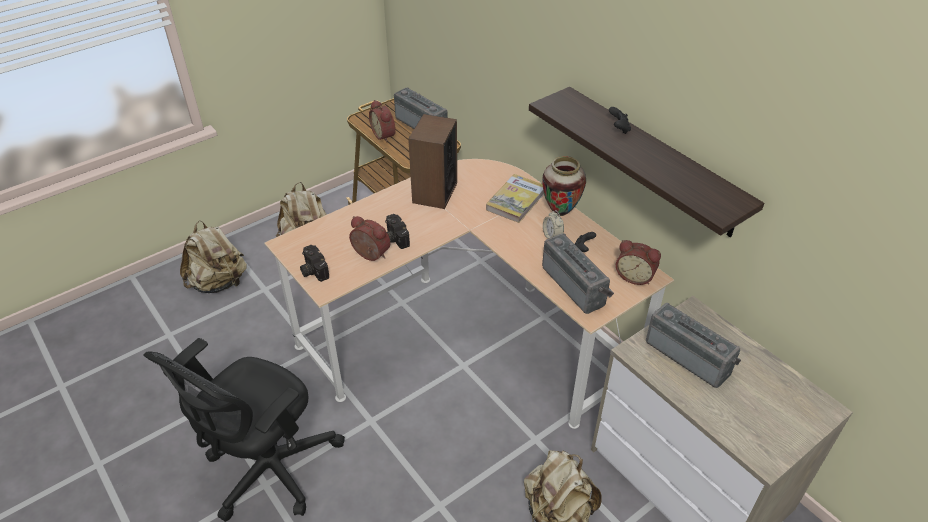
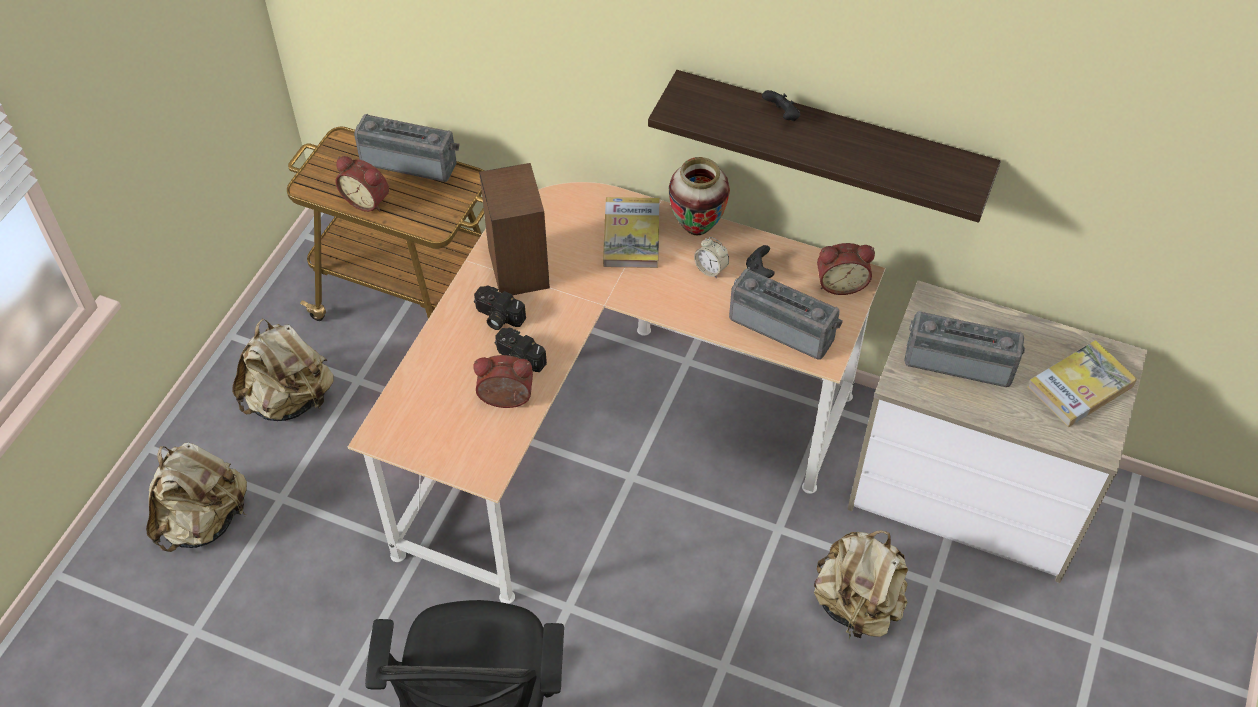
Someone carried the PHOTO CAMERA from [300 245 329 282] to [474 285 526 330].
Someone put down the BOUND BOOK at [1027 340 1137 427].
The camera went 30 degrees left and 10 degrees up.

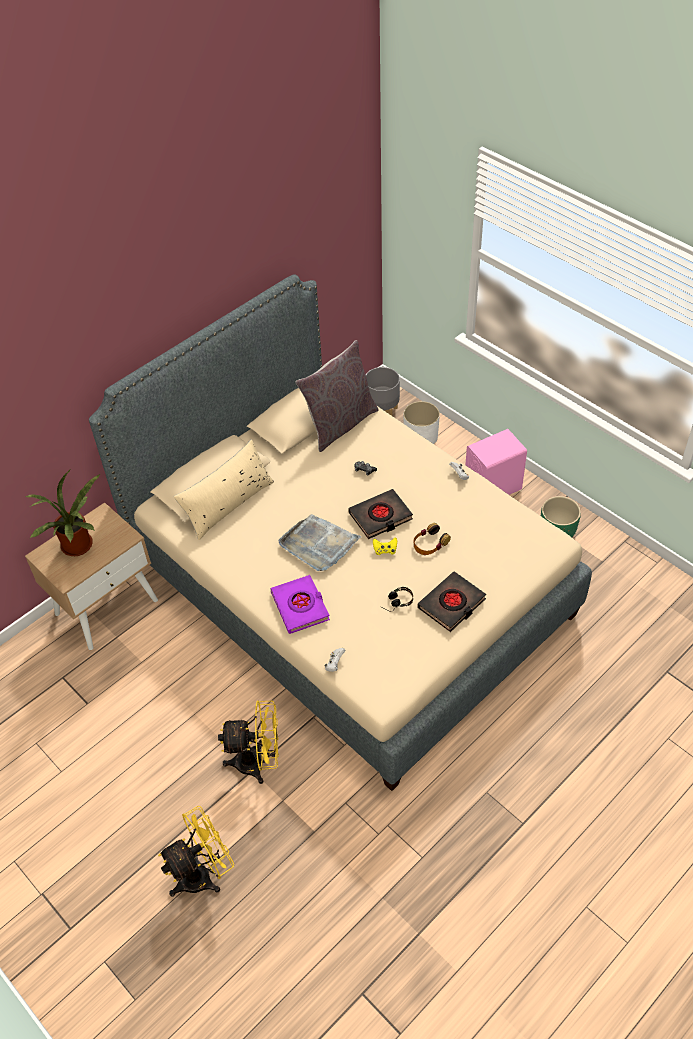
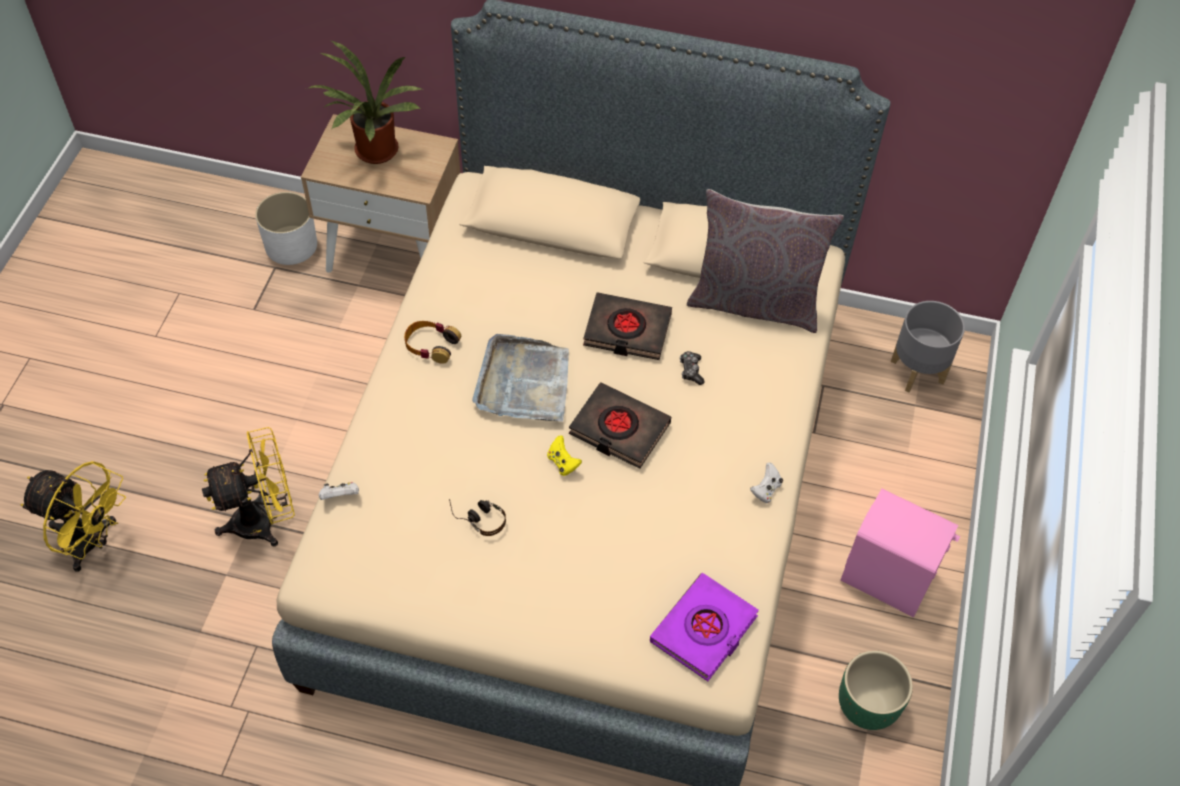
Someone carried the WHITISH PLANT POT from [404 401 440 444] to [255 192 317 265].
Someone took away the BEIGE-COLOURED THROW PILLOW at [174 439 274 540].
Someone carried the HEADPHONES from [414 523 451 555] to [404 321 461 364].
Someone carried the BLACKISH BOUND BOOK from [418 571 486 632] to [583 293 672 360].
Someone carried the PURPLISH BOUND BOOK from [271 575 330 634] to [650 573 759 681].
Someone rotated the YELLOWISH COOLING FAN at [218 701 279 784] by 75 degrees counterclockwise.
The camera went 55 degrees right and 5 degrees up.

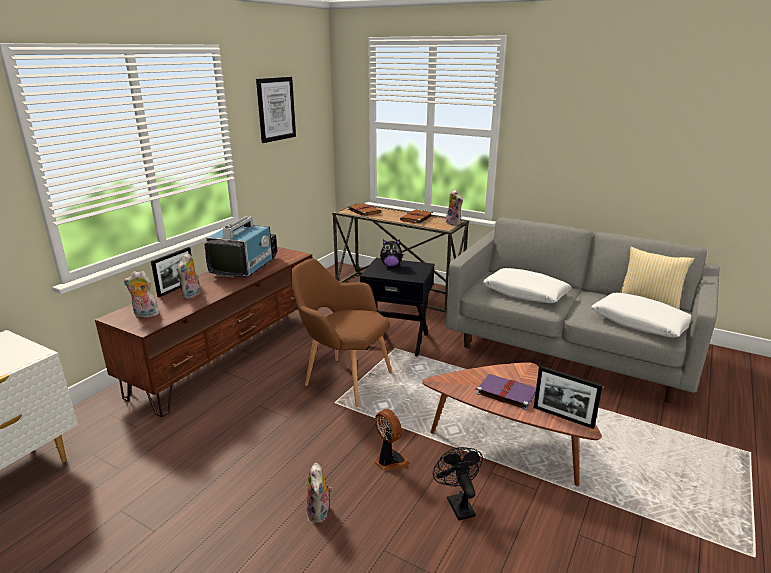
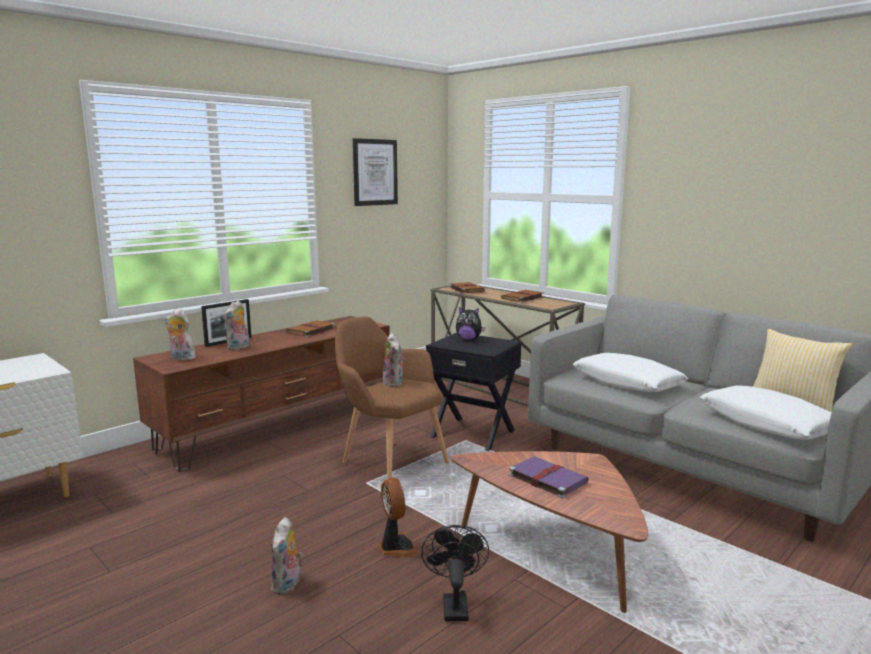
Someone carried the CUDDLY TOY from [446 189 463 226] to [383 333 405 387].
Someone swapped the TELEVISION at [204 216 277 277] for the BROWN BOUND BOOK at [286 320 335 337].
Someone took away the PICTURE FRAME at [534 366 603 429].
The camera went 15 degrees right and 10 degrees down.

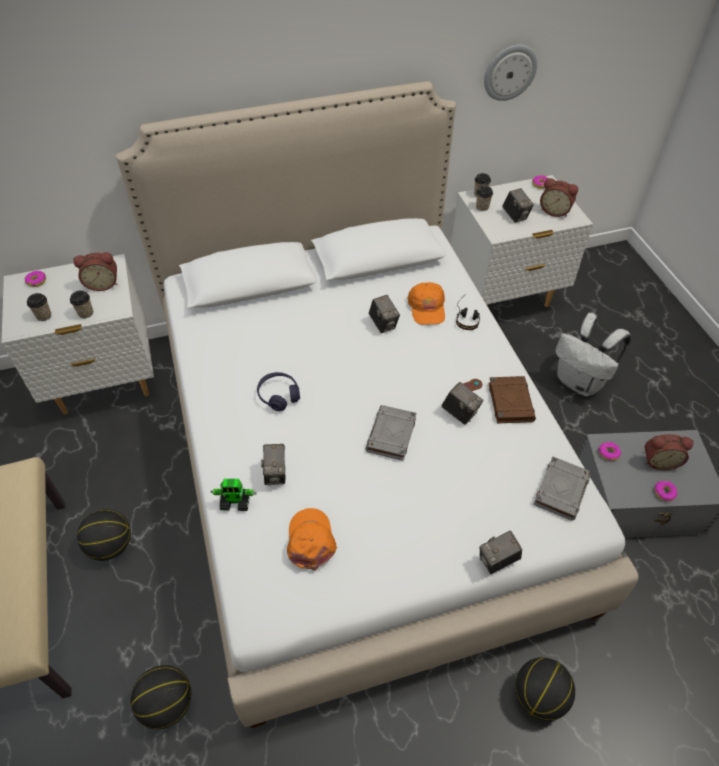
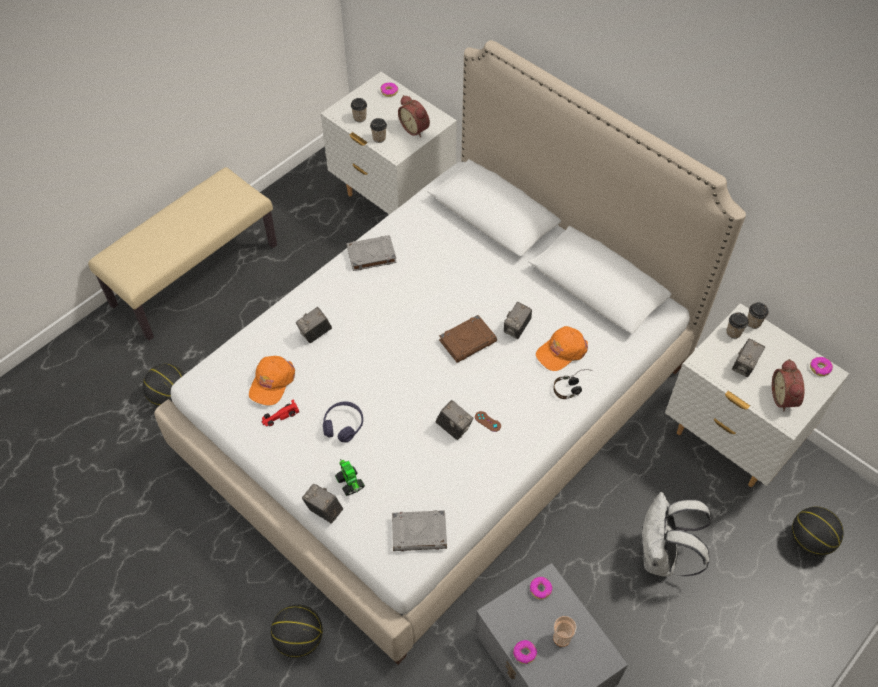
Someone took away the CLOCK ON THE WALL at [484 45 538 101].
Someone carried the PURPLISH HEADPHONES from [257 372 300 411] to [323 401 363 443].
Someone carried the BROWN BOUND BOOK from [488 376 536 424] to [439 315 497 363].
Someone rotated the PHOTO CAMERA at [442 382 483 425] by 60 degrees counterclockwise.
Someone carried the GRAY BOUND BOOK from [366 405 417 461] to [346 235 397 271].
Someone swapped the ALARM CLOCK at [644 434 694 470] for the DRINKING CUP at [553 616 576 647].
Someone carried the TOY ROBOT from [210 479 256 511] to [335 459 365 496].
Someone rotated the ORANGE BASEBALL CAP at [287 508 337 570] by 150 degrees clockwise.
Someone carried the BASKETBALL from [77 509 131 561] to [792 507 844 556].
Someone put down the REDDISH MINIATURE CAR at [261 400 299 426].
The camera went 60 degrees right and 5 degrees up.

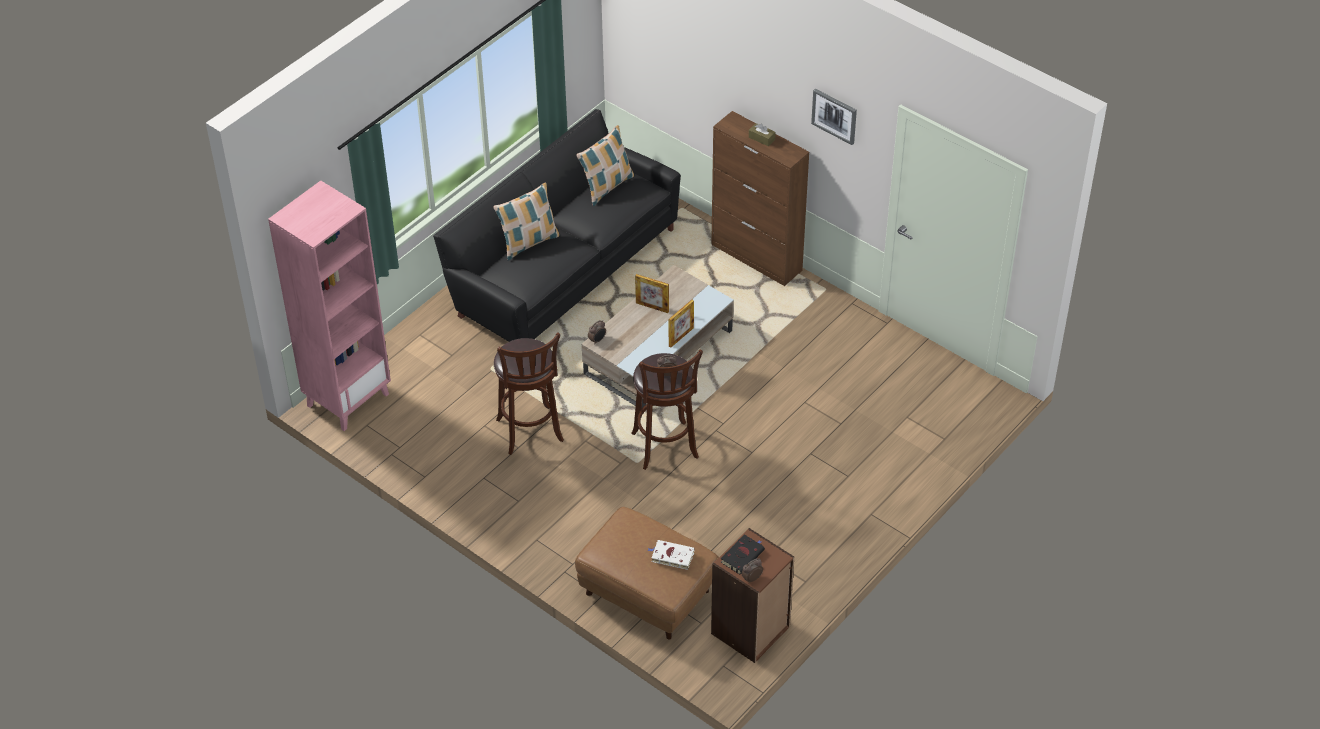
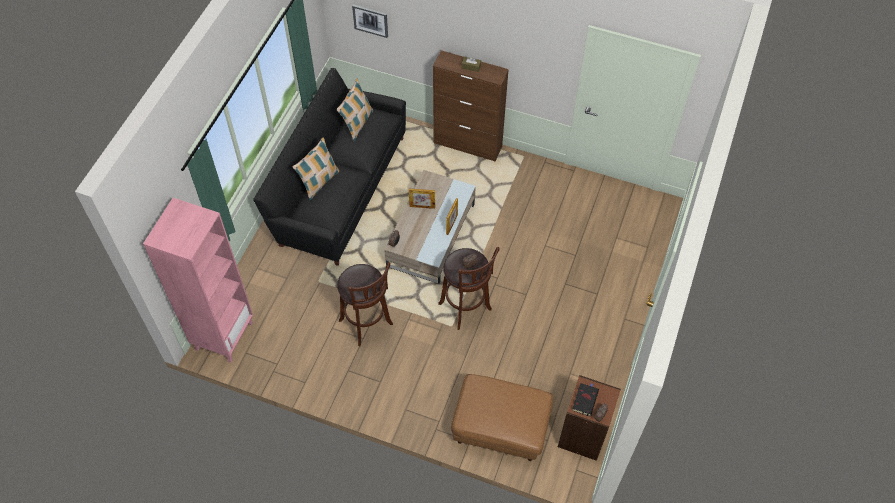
Someone carried the PICTURE from [811 89 857 145] to [352 4 388 38].
Someone took away the WHITISH BOUND BOOK at [648 540 695 570].
The camera went 20 degrees left and 10 degrees up.

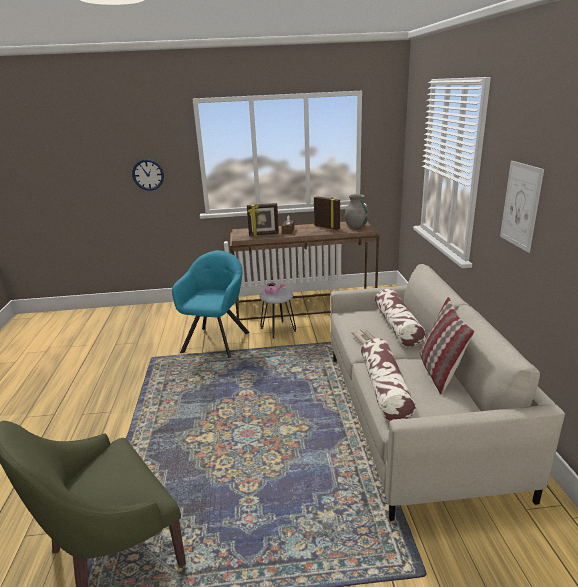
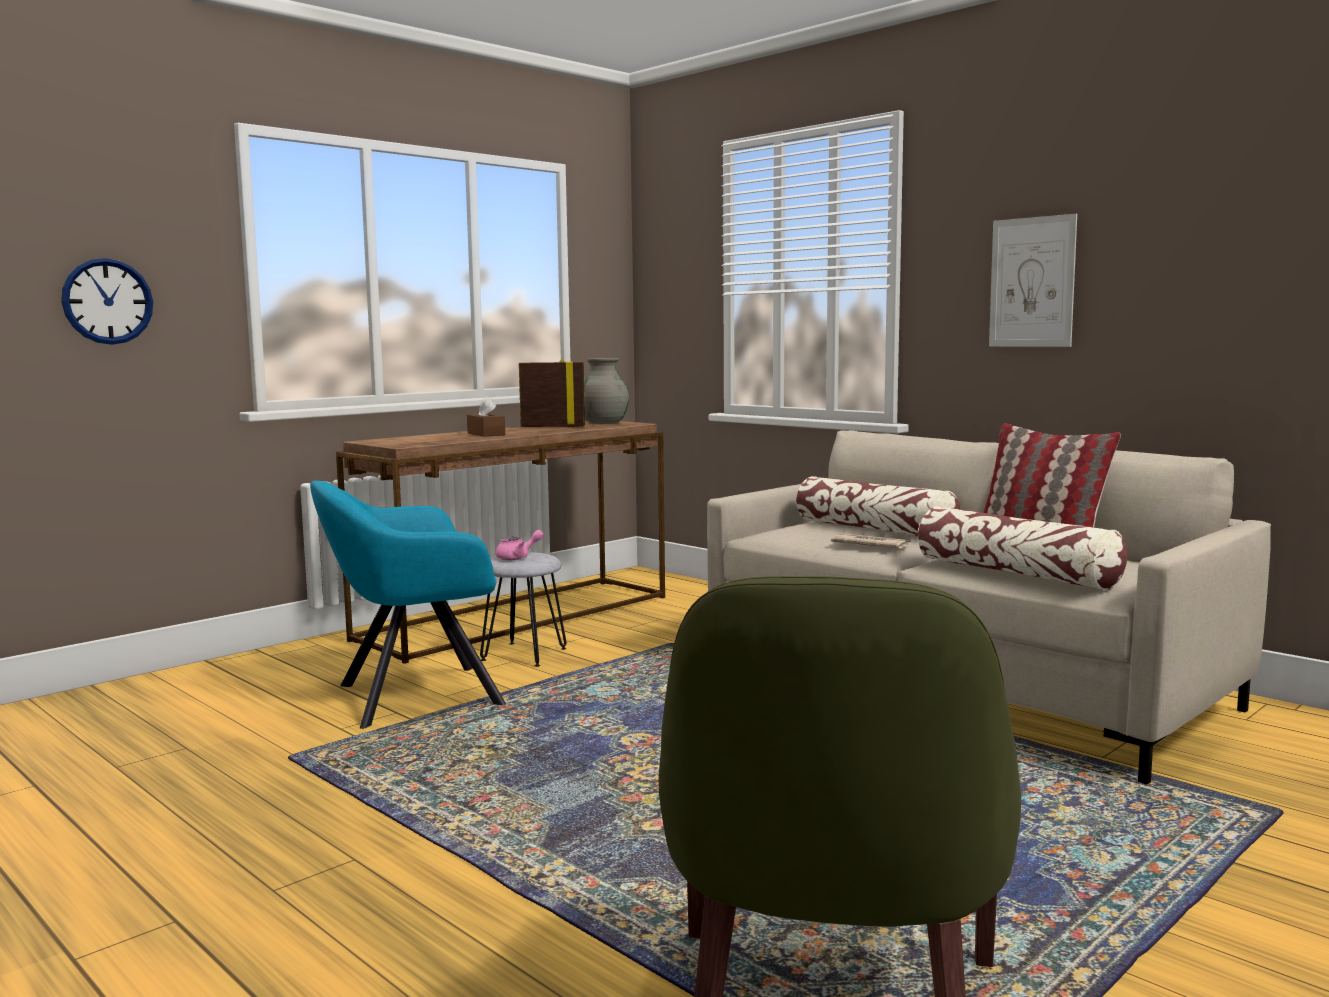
Someone took away the PICTURE FRAME at [247 203 279 236].
Someone rotated the BLUE-GREEN LOUNGE CHAIR at [172 250 250 358] by 90 degrees counterclockwise.
The camera went 40 degrees left and 15 degrees down.

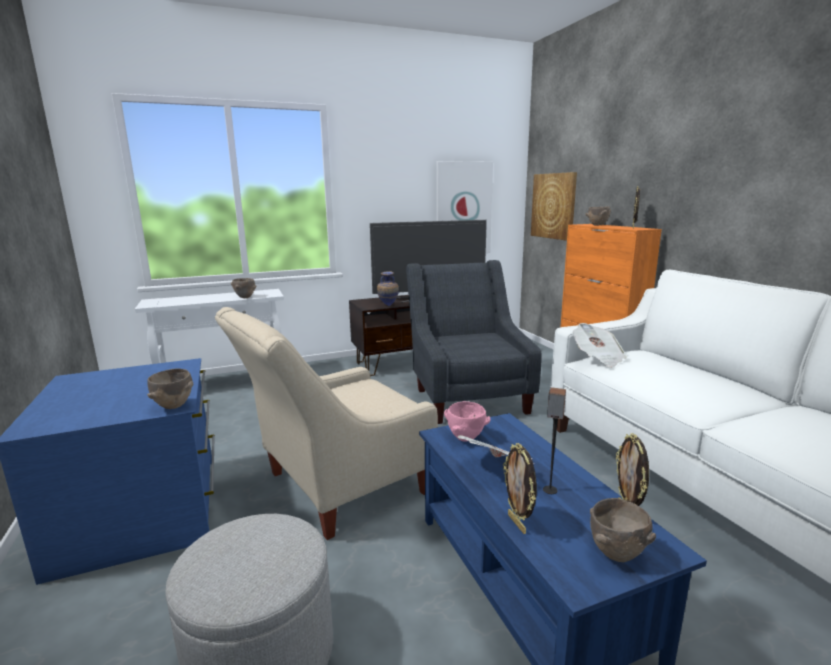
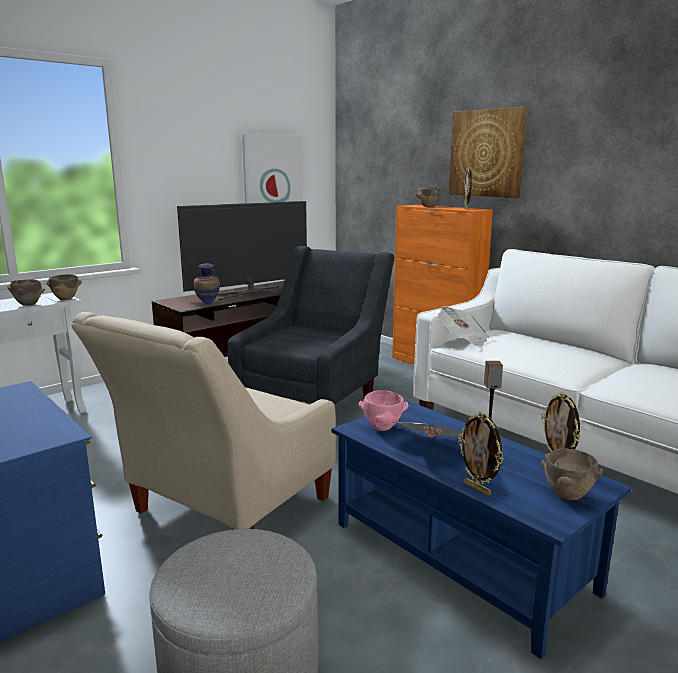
Someone carried the PICTURE from [531 172 577 241] to [449 107 527 198].
Someone rotated the GRAY LOUNGE CHAIR at [406 260 542 424] by 60 degrees clockwise.
Someone carried the BROWN BOWL from [147 368 193 409] to [47 274 82 300].
The camera went 20 degrees left and 0 degrees up.

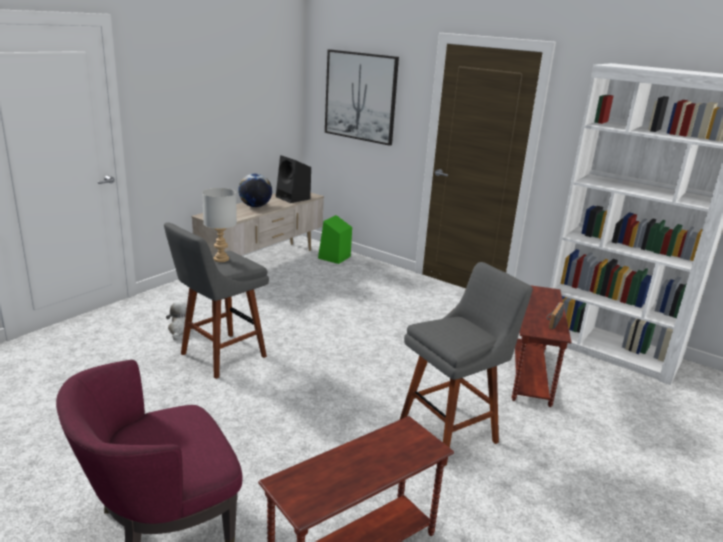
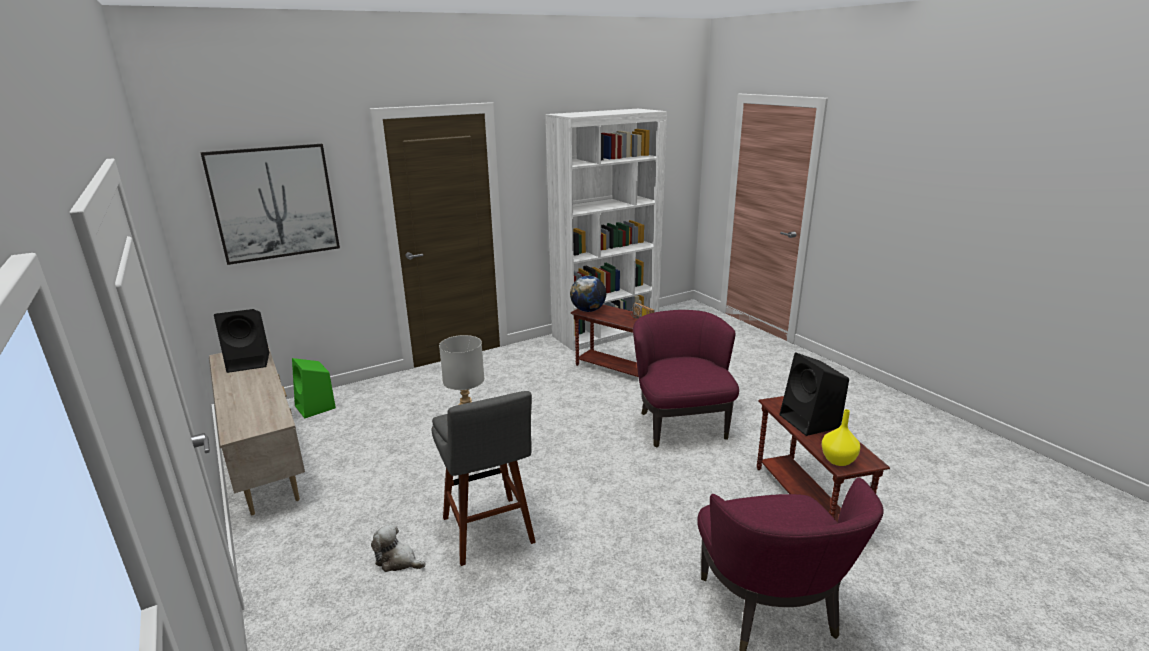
Someone carried the DESK GLOBE from [238 174 272 207] to [570 276 606 312].
Someone swapped the GRAY STOOL at [400 262 533 466] for the PURPLISH LOUNGE CHAIR at [633 310 739 448].
Someone put down the BLACKISH AUDIO SPEAKER at [780 352 849 436].
Someone put down the YELLOWISH VASE at [822 409 860 466].
The camera went 65 degrees left and 0 degrees up.

